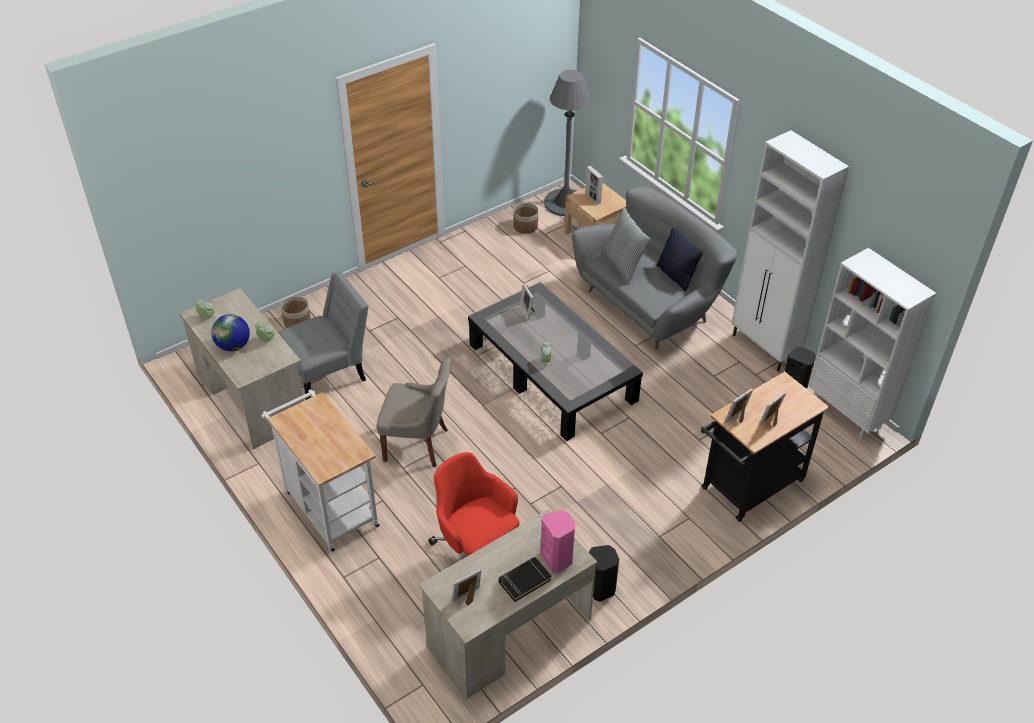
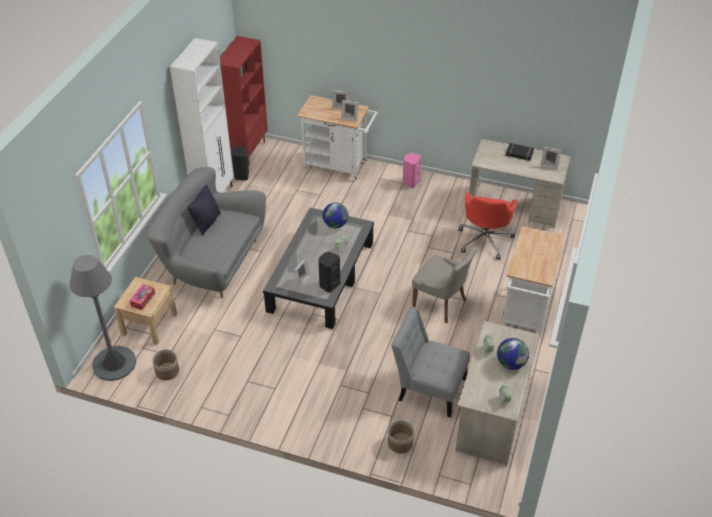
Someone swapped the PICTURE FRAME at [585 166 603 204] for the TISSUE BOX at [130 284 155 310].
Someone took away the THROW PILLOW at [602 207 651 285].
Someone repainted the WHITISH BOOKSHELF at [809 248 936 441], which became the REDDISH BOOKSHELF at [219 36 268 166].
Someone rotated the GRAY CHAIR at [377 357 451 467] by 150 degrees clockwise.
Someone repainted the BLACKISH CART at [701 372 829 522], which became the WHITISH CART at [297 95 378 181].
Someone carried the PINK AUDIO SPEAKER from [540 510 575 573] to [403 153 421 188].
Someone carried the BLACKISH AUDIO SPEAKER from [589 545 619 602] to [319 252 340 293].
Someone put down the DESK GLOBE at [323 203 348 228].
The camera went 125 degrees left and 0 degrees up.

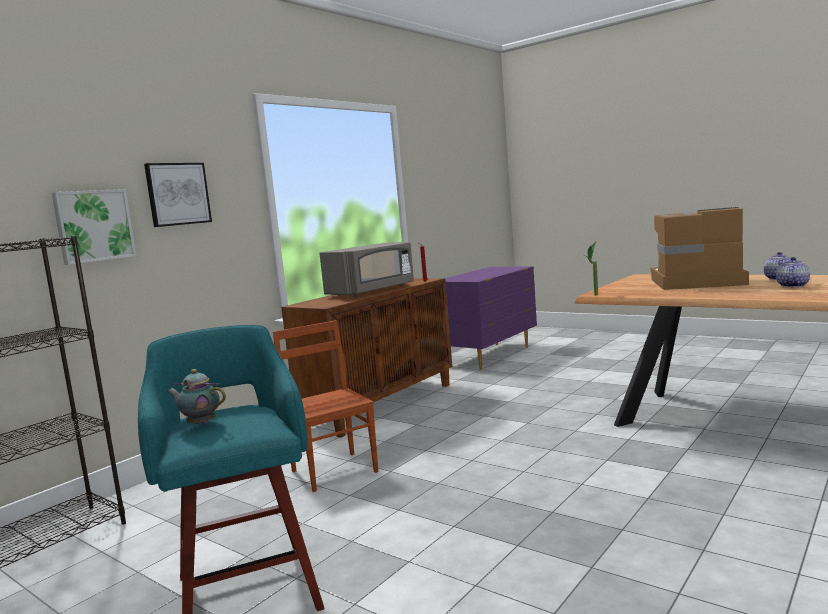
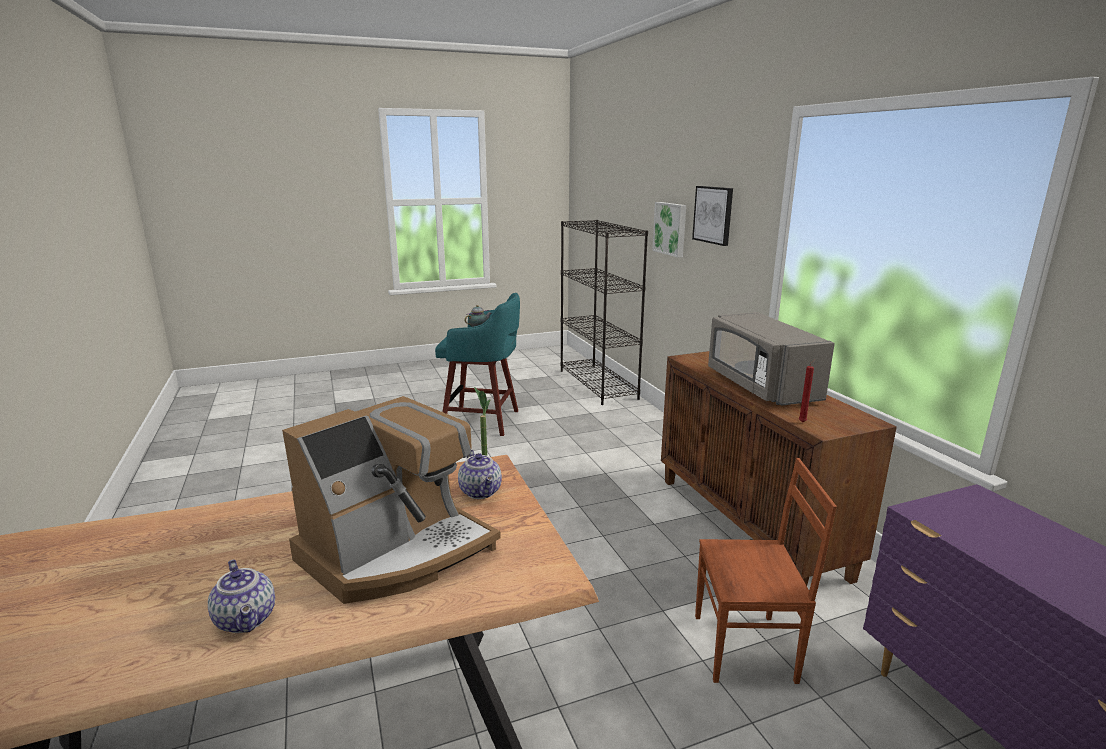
Someone carried the POT FOR TEA from [776 257 810 287] to [458 450 502 499].
Someone carried the BROWN CHAIR from [273 320 378 492] to [695 458 837 684].
The camera went 120 degrees right and 10 degrees up.

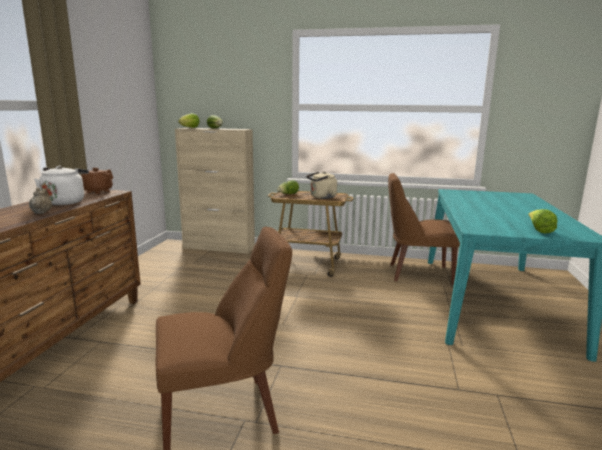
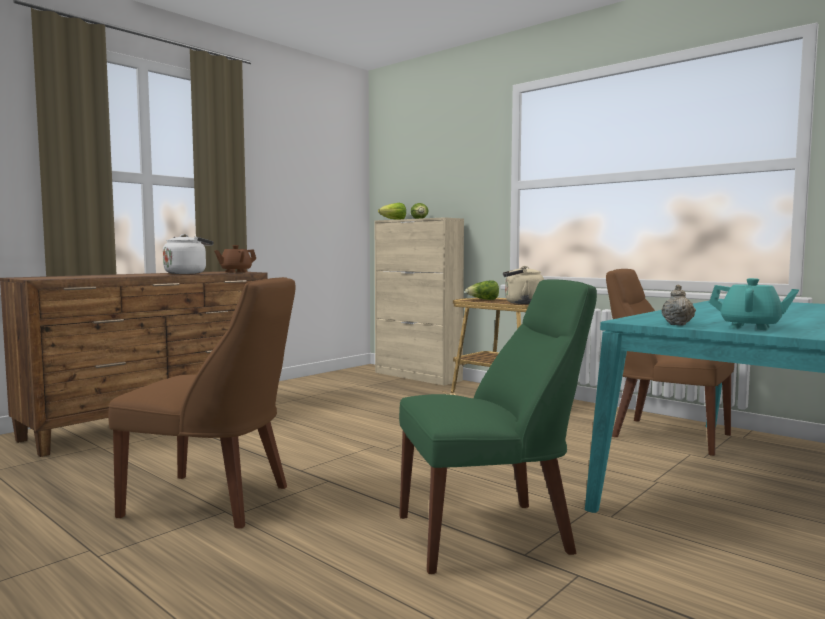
Someone carried the BEIGE-COLOURED POT FOR TEA from [29 188 52 214] to [662 284 696 326].
Someone swapped the HEAD OF LETTUCE at [528 209 558 234] for the BLUE-GREEN POT FOR TEA at [709 278 799 330].
Someone put down the GREENISH CHAIR at [399 279 597 574].
The camera went 30 degrees right and 10 degrees down.

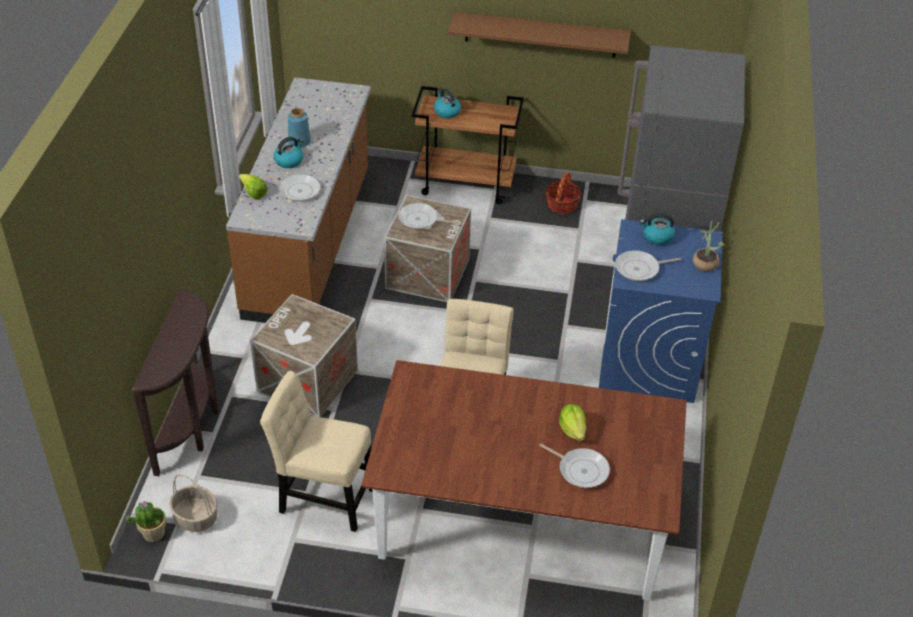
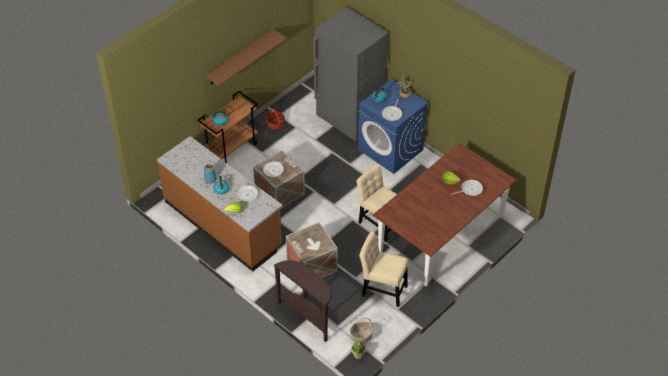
Someone rotated the BEIGE-COLOURED CHAIR at [260 371 373 532] by 60 degrees clockwise.
The camera went 55 degrees left and 5 degrees up.

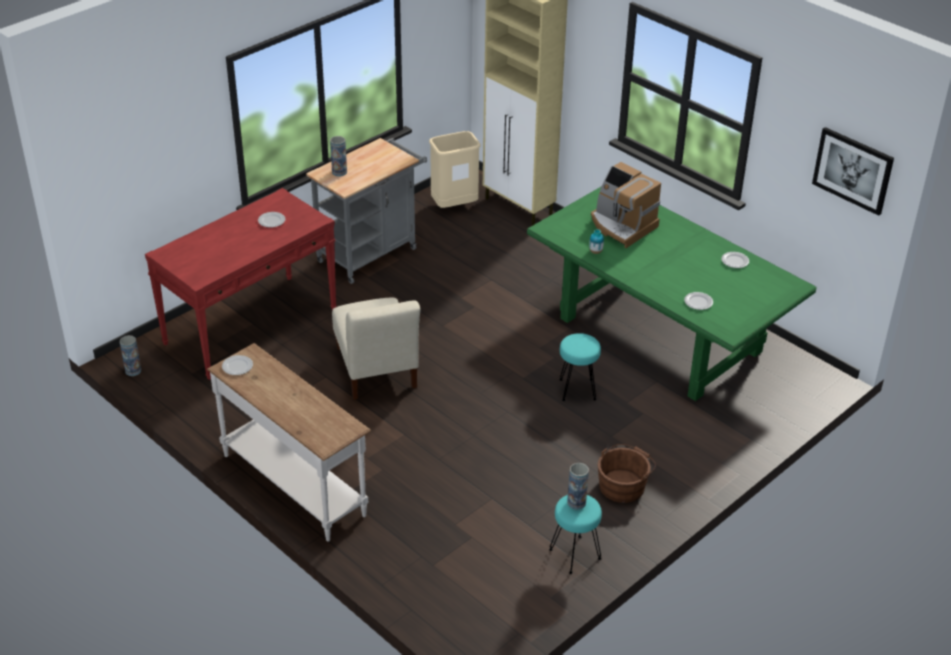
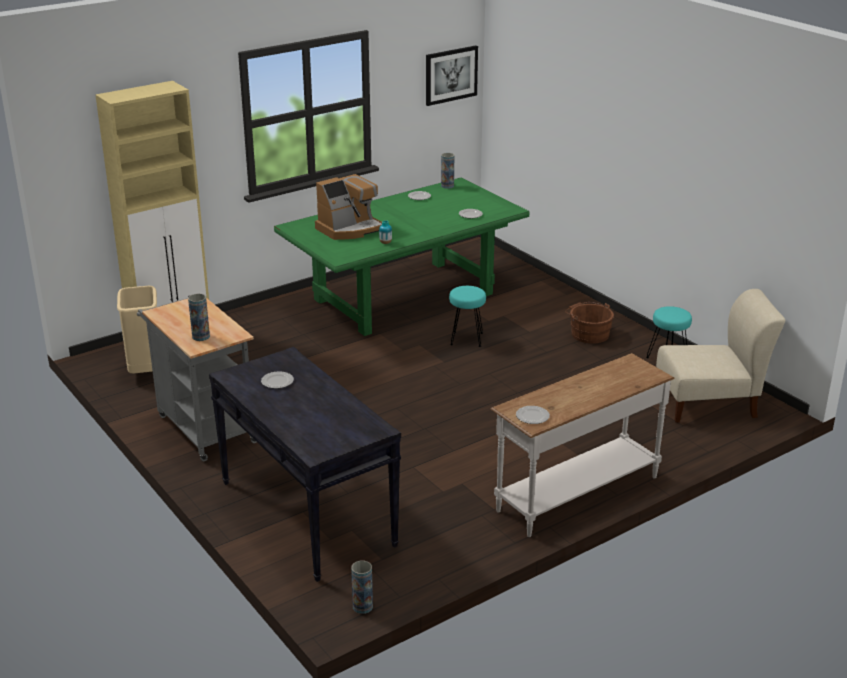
Someone repainted the REDDISH HALL TABLE at [145 188 337 380], which became the BLACKISH HALL TABLE at [209 347 401 582].
Someone carried the BEIGE-COLOURED CHAIR from [332 297 421 400] to [656 289 785 423].
Someone carried the VASE from [567 463 589 510] to [441 153 454 189].
The camera went 80 degrees left and 10 degrees down.

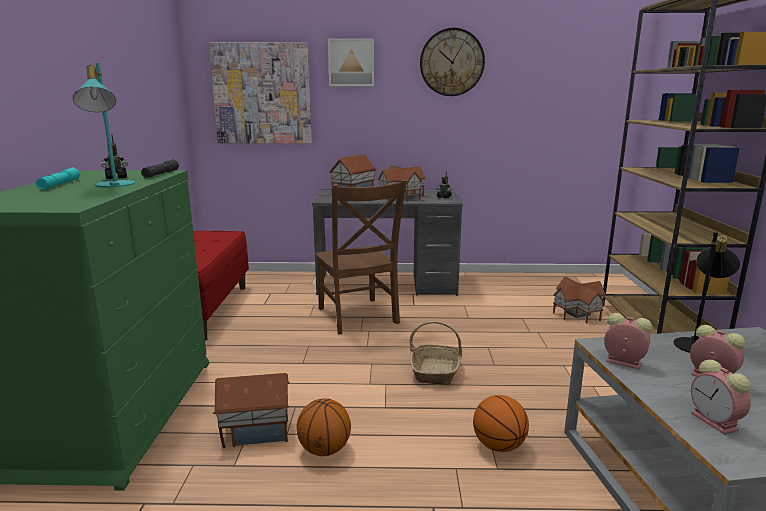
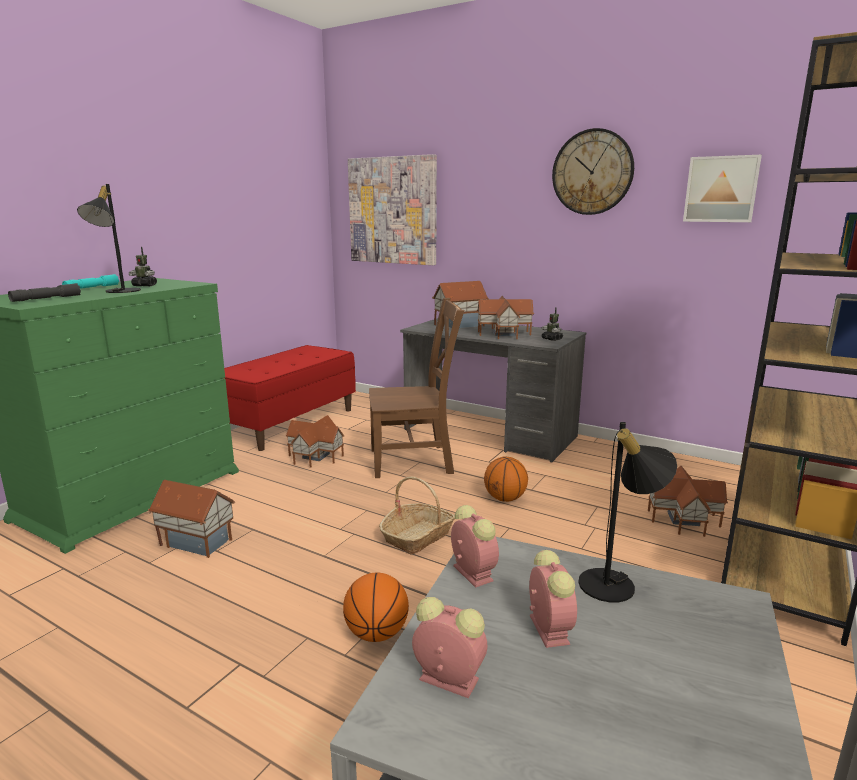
Someone carried the PICTURE from [328 38 374 86] to [683 155 762 222].
Someone repainted the BLUE-GREEN TABLETOP LAMP at [73 63 135 187], which became the BLACKISH TABLETOP LAMP at [77 184 141 293].
Someone carried the GRAY TORCH from [141 159 179 178] to [8 283 81 302].
Someone rotated the BROWN CHAIR at [315 180 407 334] by 105 degrees counterclockwise.
Someone rotated the ALARM CLOCK at [691 360 751 435] by 105 degrees clockwise.
Someone carried the BASKETBALL from [296 398 351 456] to [484 456 528 502].
Someone put down the TOY HOUSE at [285 415 345 468].
The camera went 30 degrees right and 0 degrees up.

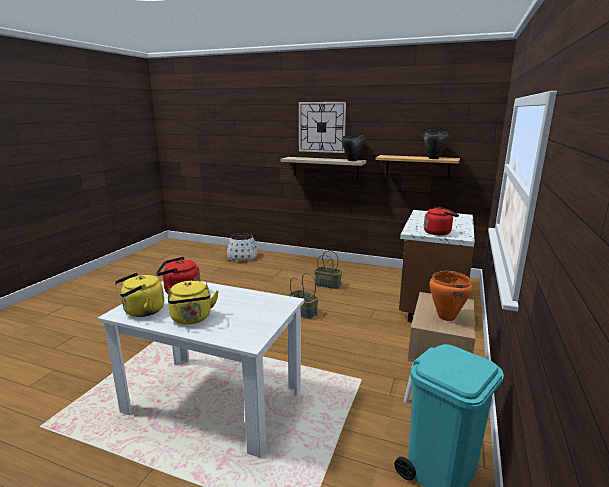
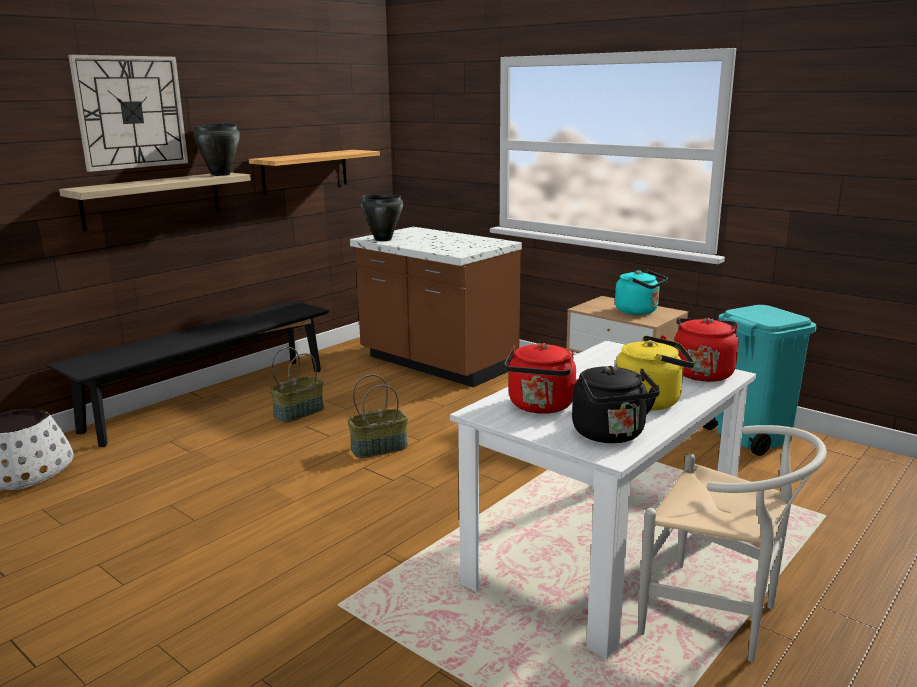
Someone carried the BLACKISH SAUCEPOT from [423 130 449 159] to [361 194 403 241].
Someone carried the REDDISH TEA KETTLE from [424 206 459 236] to [661 318 739 382].
Someone swapped the ORANGE SAUCEPOT at [429 271 472 321] for the BLUE-GREEN TEA KETTLE at [615 270 668 315].
Someone repainted the YELLOWISH TEA KETTLE at [115 273 164 317], which became the BLACKISH TEA KETTLE at [572 366 660 443].
Someone put down the BLACKISH BENCH at [47 301 329 447].
Someone put down the WHITISH CHAIR at [638 425 827 662].
The camera went 70 degrees left and 0 degrees up.

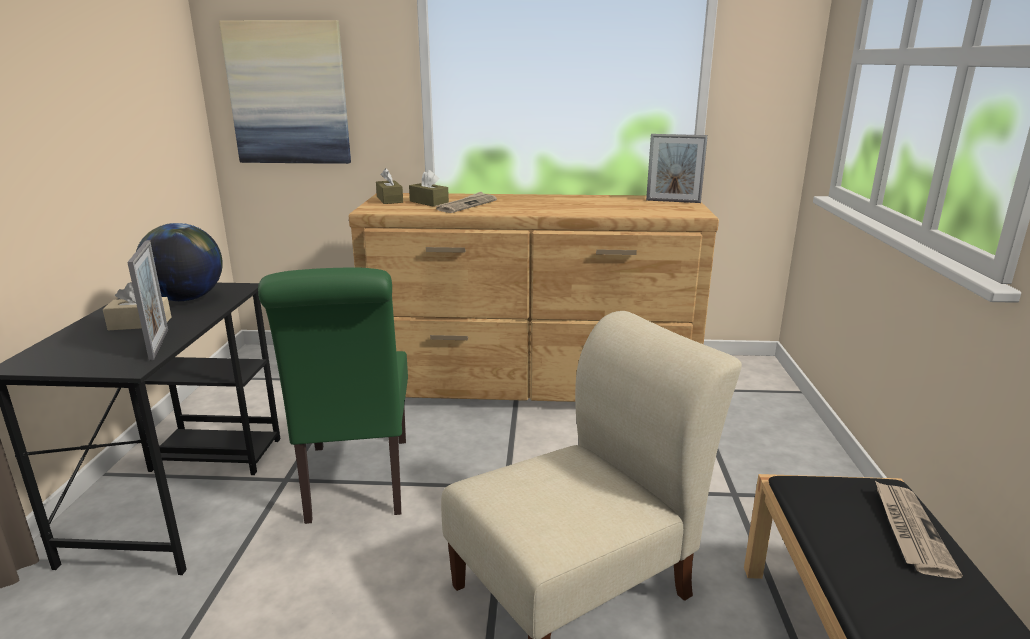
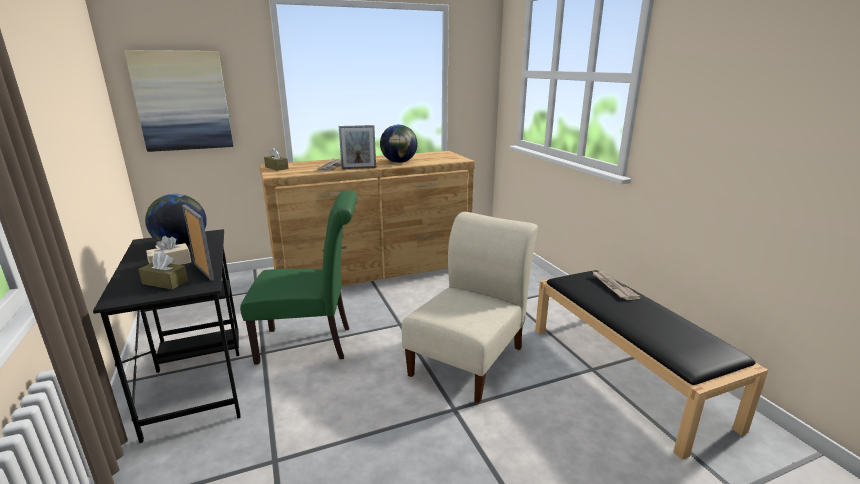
Someone carried the PICTURE FRAME from [646 134 708 203] to [339 125 376 169].
Someone carried the BROWN TISSUE BOX from [409 170 449 207] to [138 251 188 290].
Someone rotated the GREENISH CHAIR at [258 268 408 524] by 60 degrees counterclockwise.
Someone put down the DESK GLOBE at [380 125 418 163].
The camera went 25 degrees left and 0 degrees up.

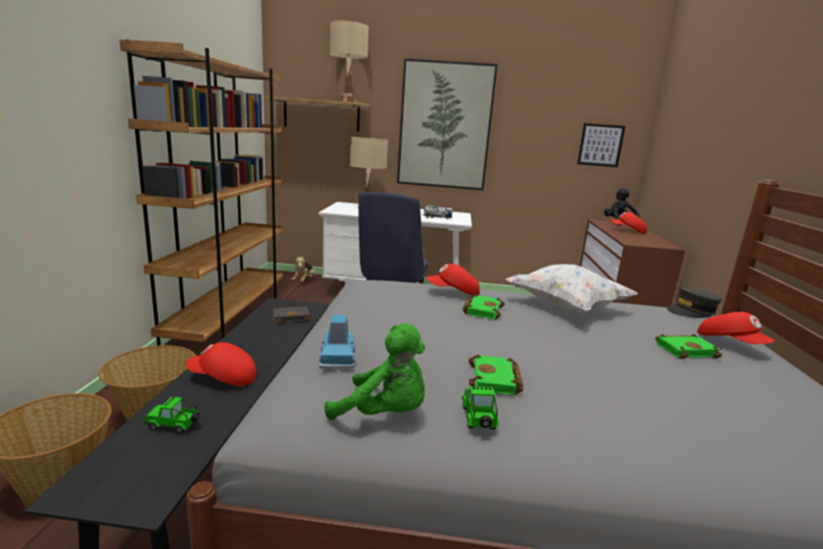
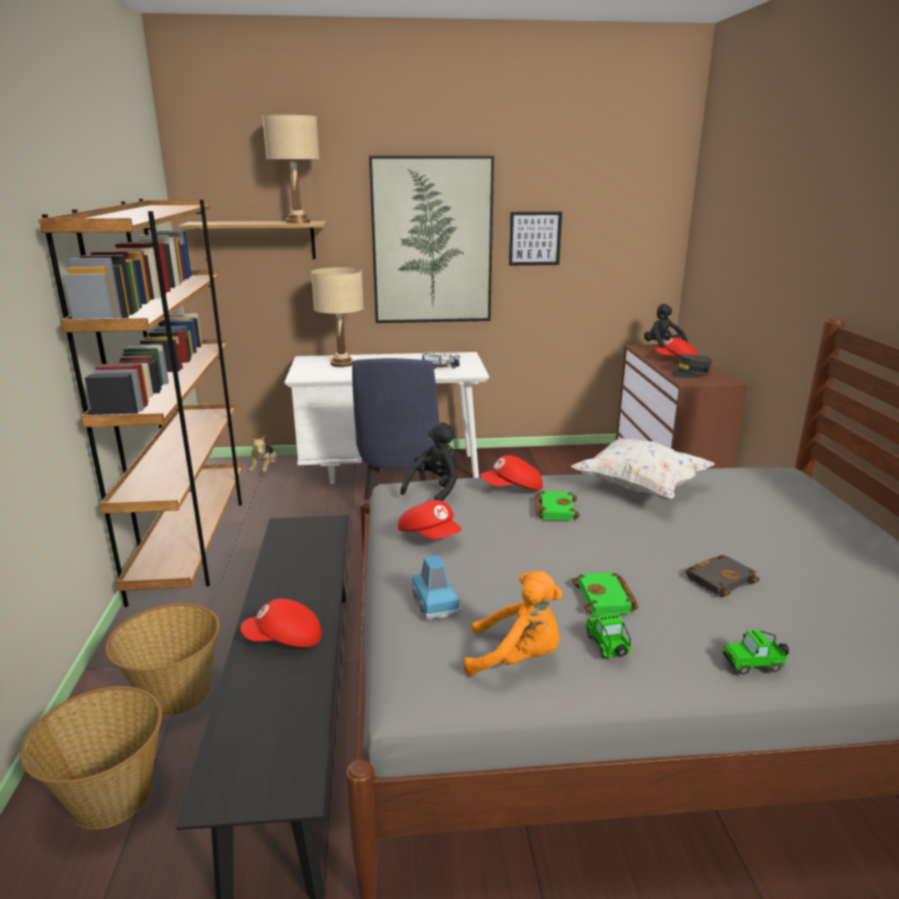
Someone carried the PICTURE from [577 123 626 167] to [509 212 562 266].
Someone carried the GRAY BASEBALL CAP from [667 287 722 318] to [671 354 712 378].
Someone carried the BLACKISH BOUND BOOK from [272 306 310 324] to [685 555 760 597].
Someone carried the REDDISH BASEBALL CAP from [697 312 775 344] to [398 500 462 539].
Someone repainted the GREENISH CUDDLY TOY at [325 323 425 420], which became the ORANGE CUDDLY TOY at [463 571 562 676].
Someone took away the GREENISH BOUND BOOK at [655 334 722 359].
Someone carried the MINIATURE CAR from [145 397 199 434] to [723 630 789 675].
Someone put down the BLACKISH CUDDLY TOY at [400 422 457 501].
The camera went 10 degrees left and 5 degrees up.

